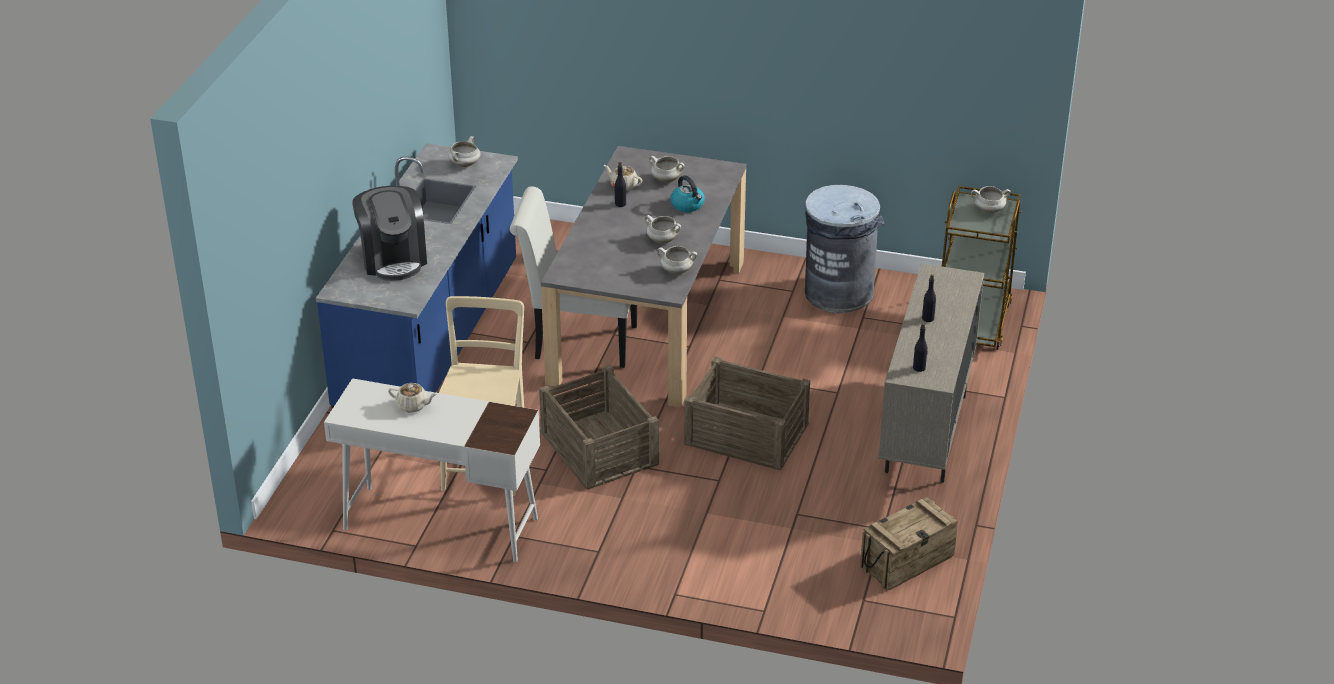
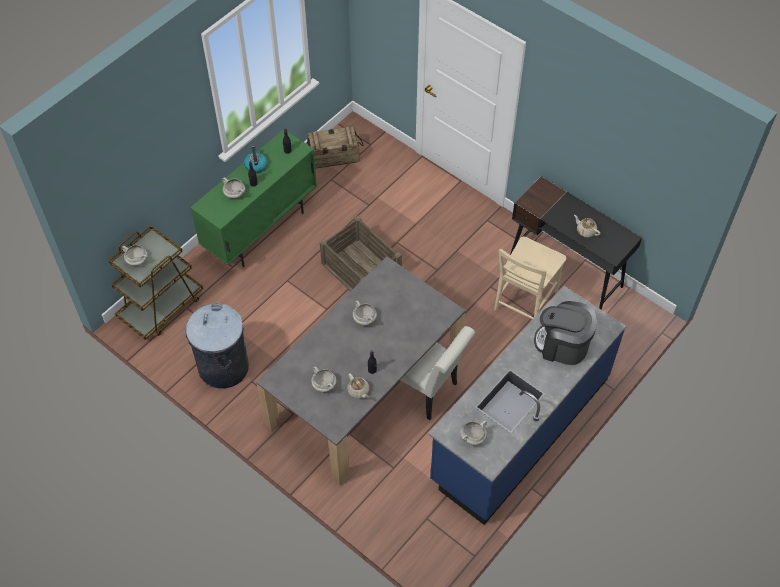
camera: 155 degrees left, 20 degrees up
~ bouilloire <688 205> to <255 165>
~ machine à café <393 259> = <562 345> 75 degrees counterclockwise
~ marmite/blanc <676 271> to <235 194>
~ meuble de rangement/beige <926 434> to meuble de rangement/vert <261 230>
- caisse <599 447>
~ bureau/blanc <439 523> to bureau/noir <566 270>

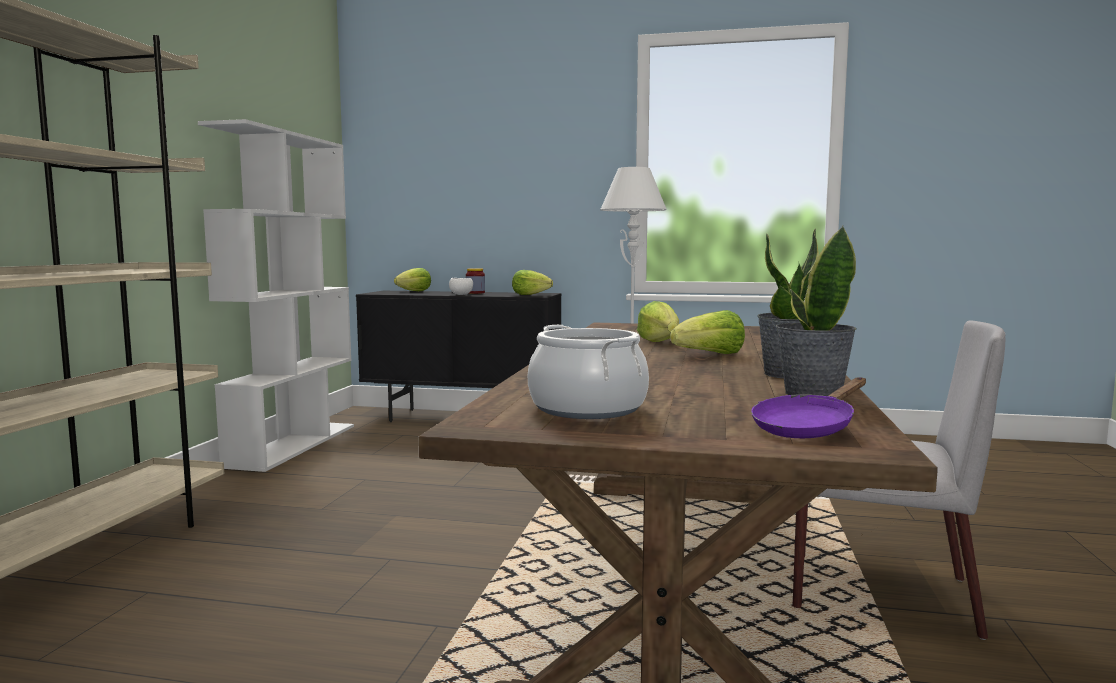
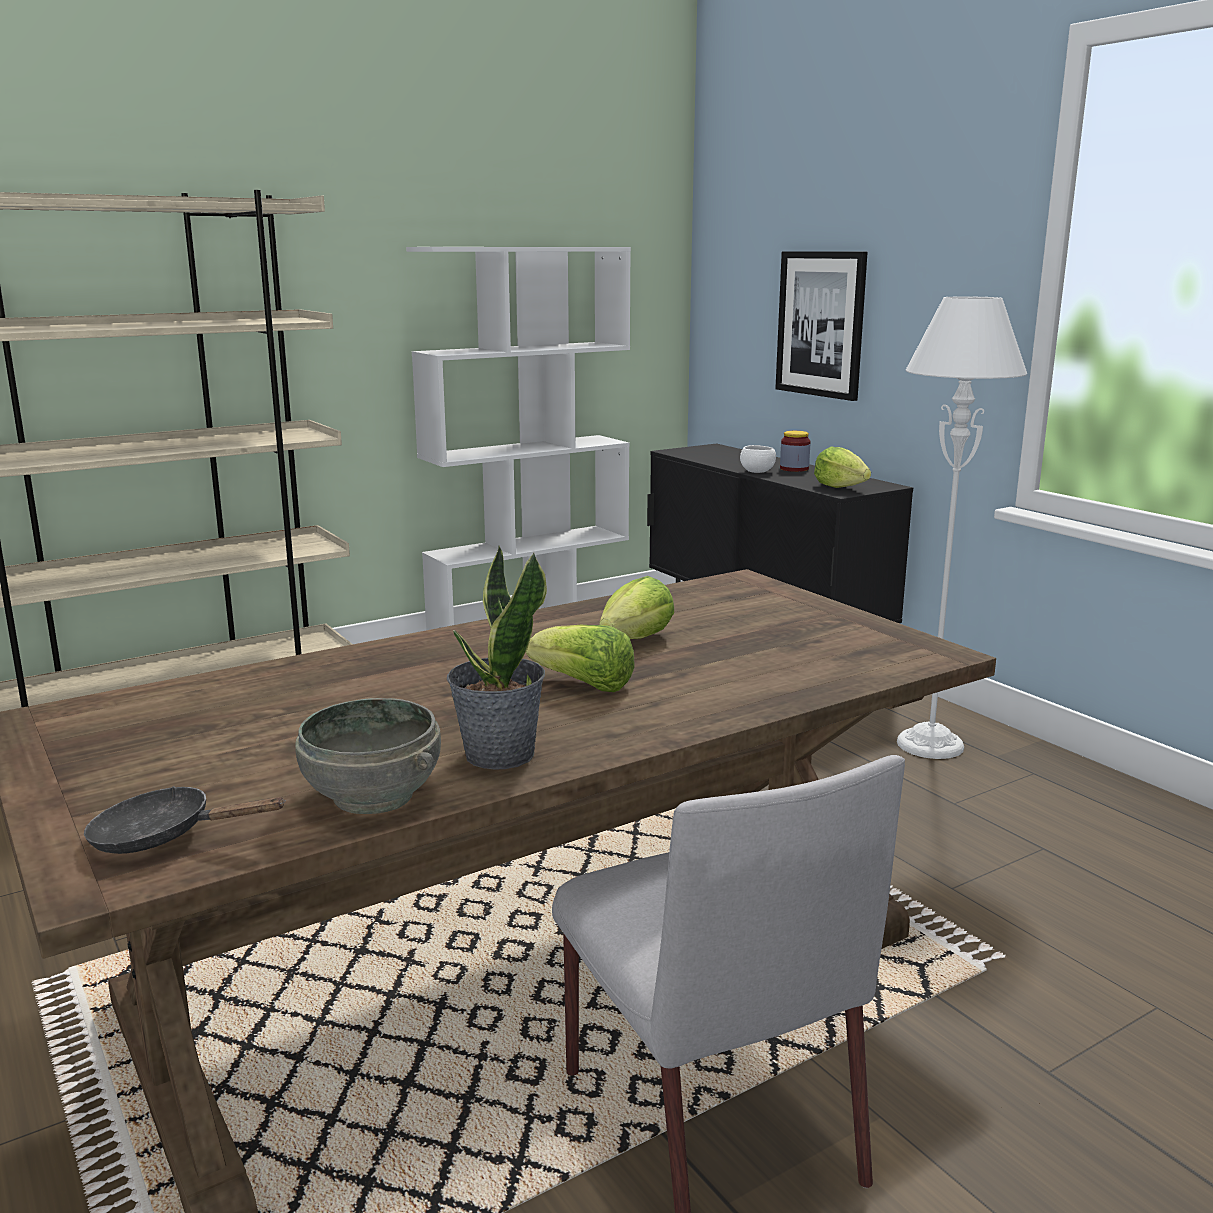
camera: 45 degrees right, 10 degrees up
~ plante en pot <811 394> to bol/gris <375 795>
- laitue <415 291>
- marmite <587 408>
~ poêle/violet <807 428> to poêle/noir <164 836>
+ tableau <821 324>

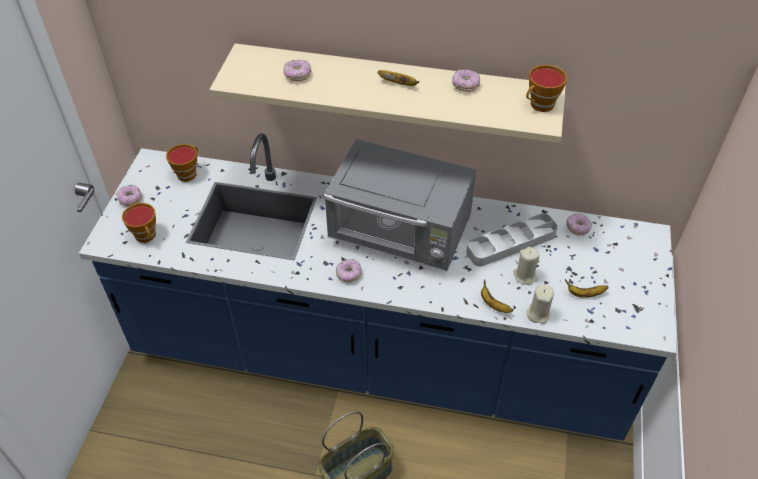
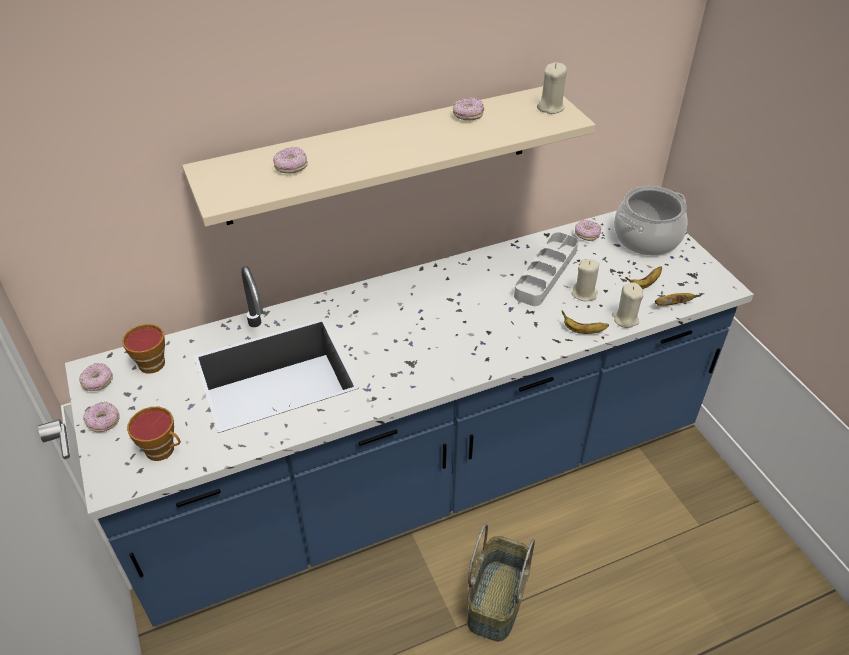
camera: 35 degrees left, 5 degrees down
~ tasse <540 105> to bougie/beige <550 107>
~ banane <399 84> to <673 304>
- micro-ondes/gris <401 235>
~ beignet <349 275> to <98 382>
+ marmite <646 238>

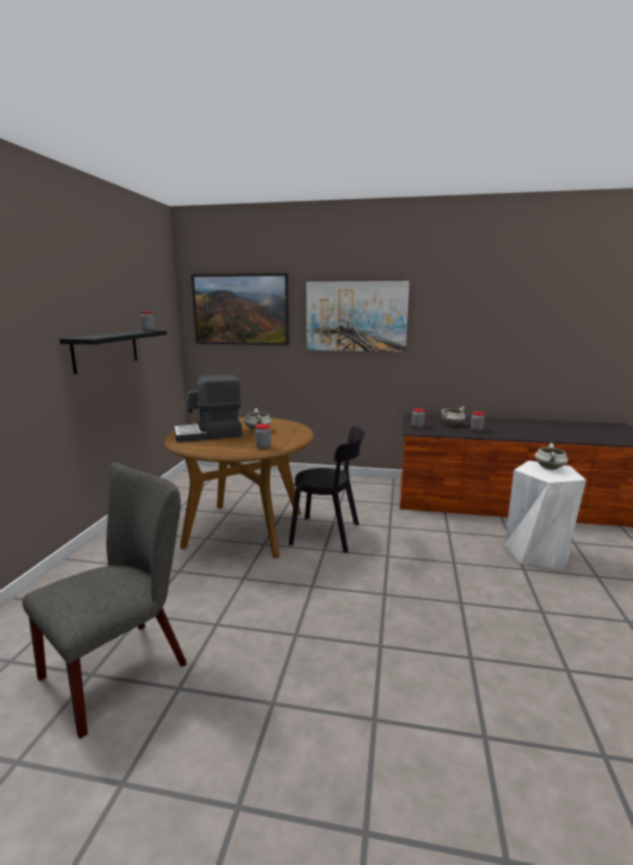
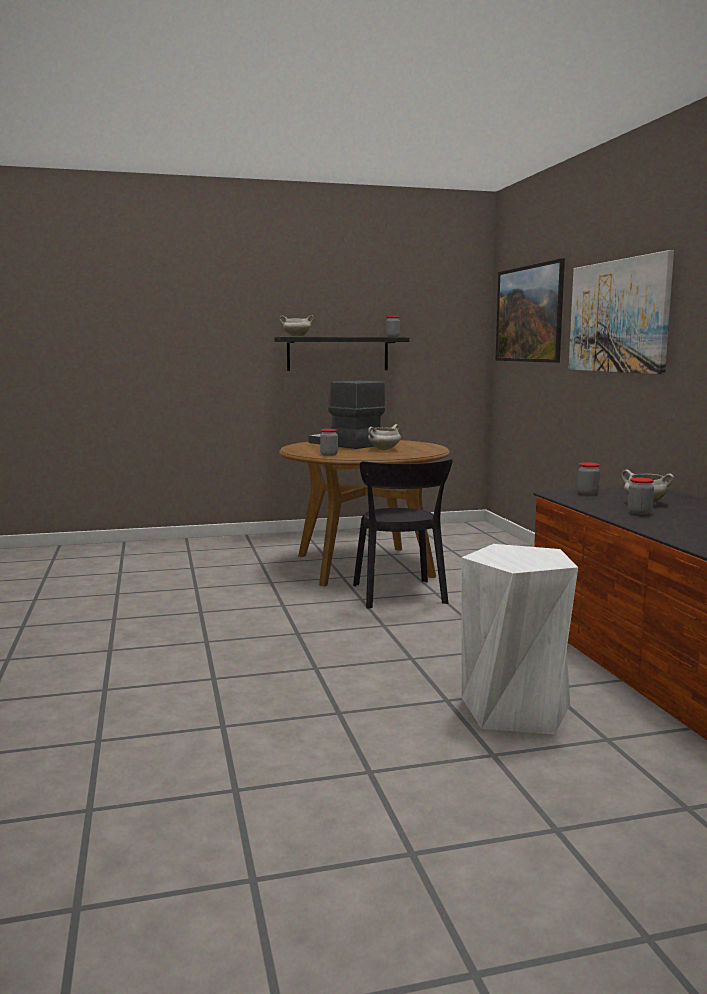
camera: 65 degrees right, 5 degrees down
~ marmite/blanc <550 468> to <296 336>
- chaise/gris <124 666>

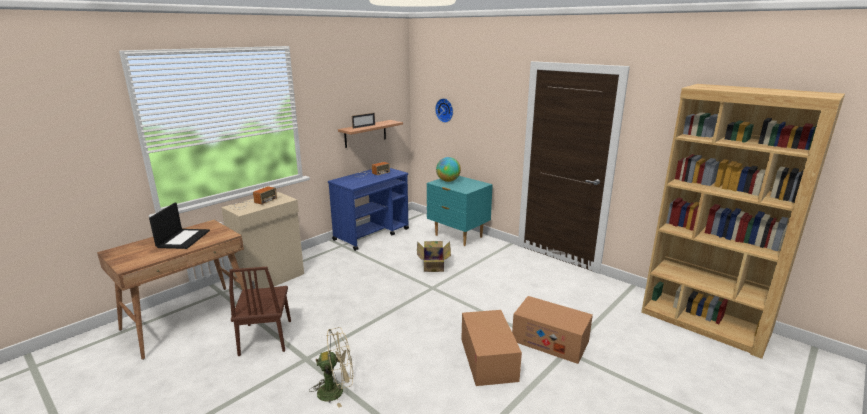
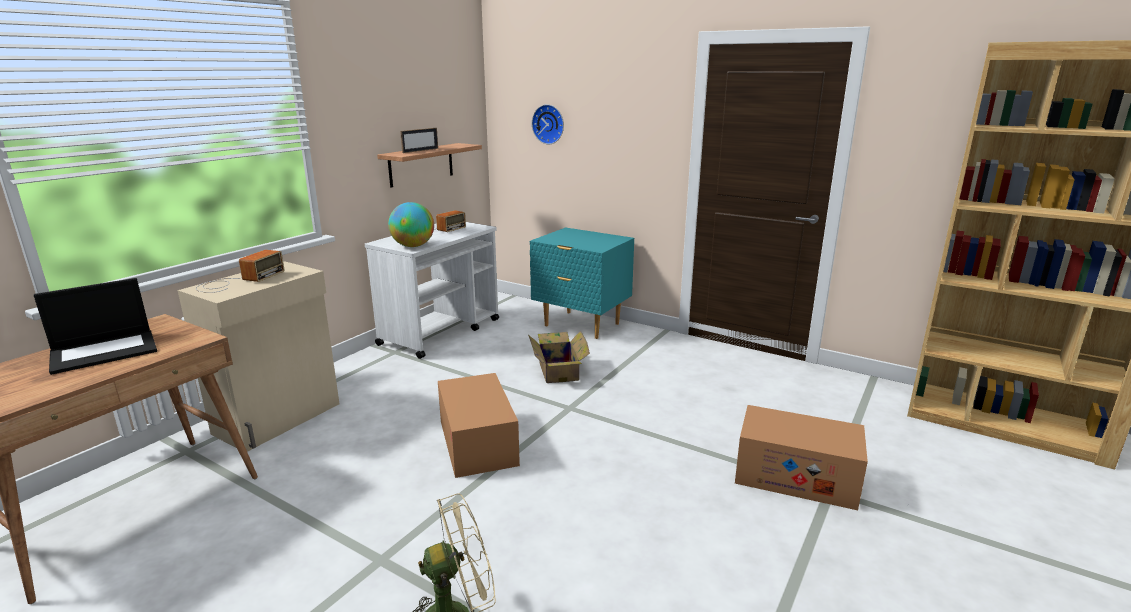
camera: 10 degrees left, 0 degrees up
~ globe <448 181> to <413 246>
~ chariot/bleu <372 234> to chariot/blanc <441 331>
~ ordinateur portable <183 238> = <105 351> 60 degrees clockwise
- chaise/marron <265 337>
~ carton <488 359> to <477 442>

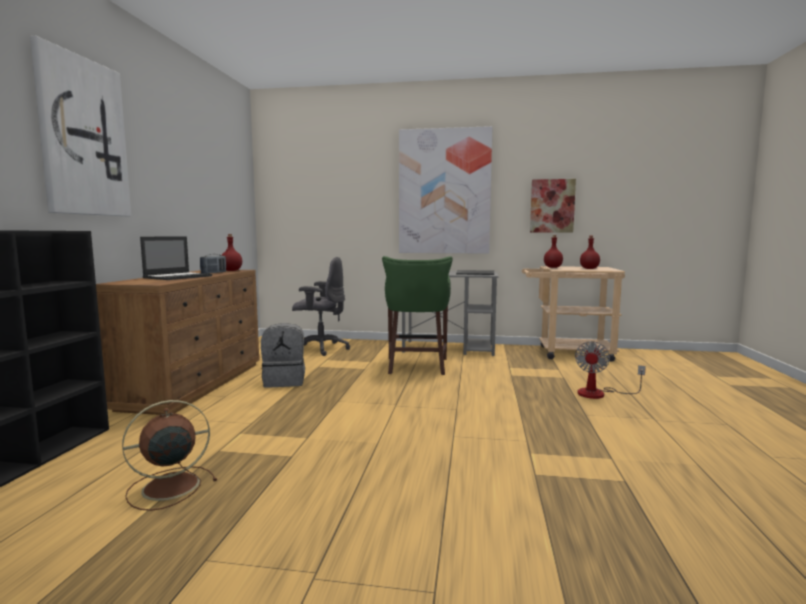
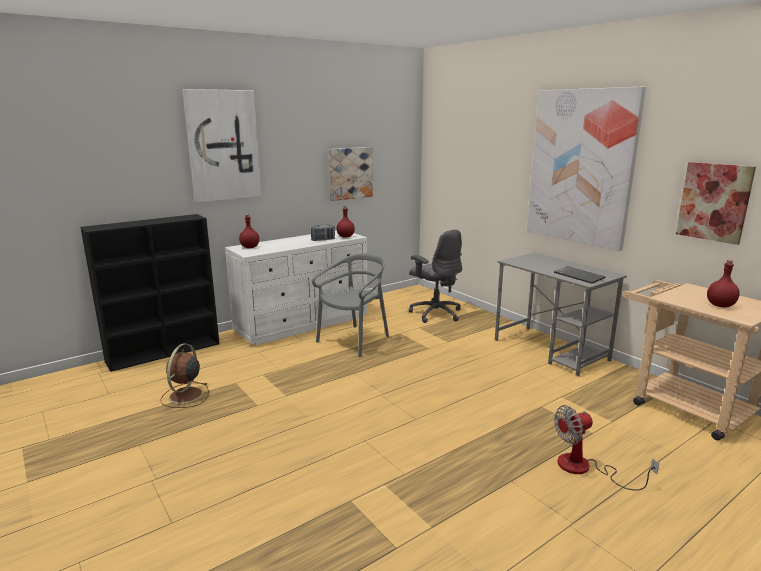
camera: 45 degrees right, 10 degrees up
~ bouteille/rouge <552 267> to <249 247>
- ordinateur portable <178 277>
- tabouret/vert <416 366>
~ commode/marron <195 384> to commode/blanc <303 323>
~ sac à dos/gris <285 381> to chaise/gris <354 340>
~ ventilateur/marron <168 487> = <185 396> 90 degrees counterclockwise
+ tableau <350 173>

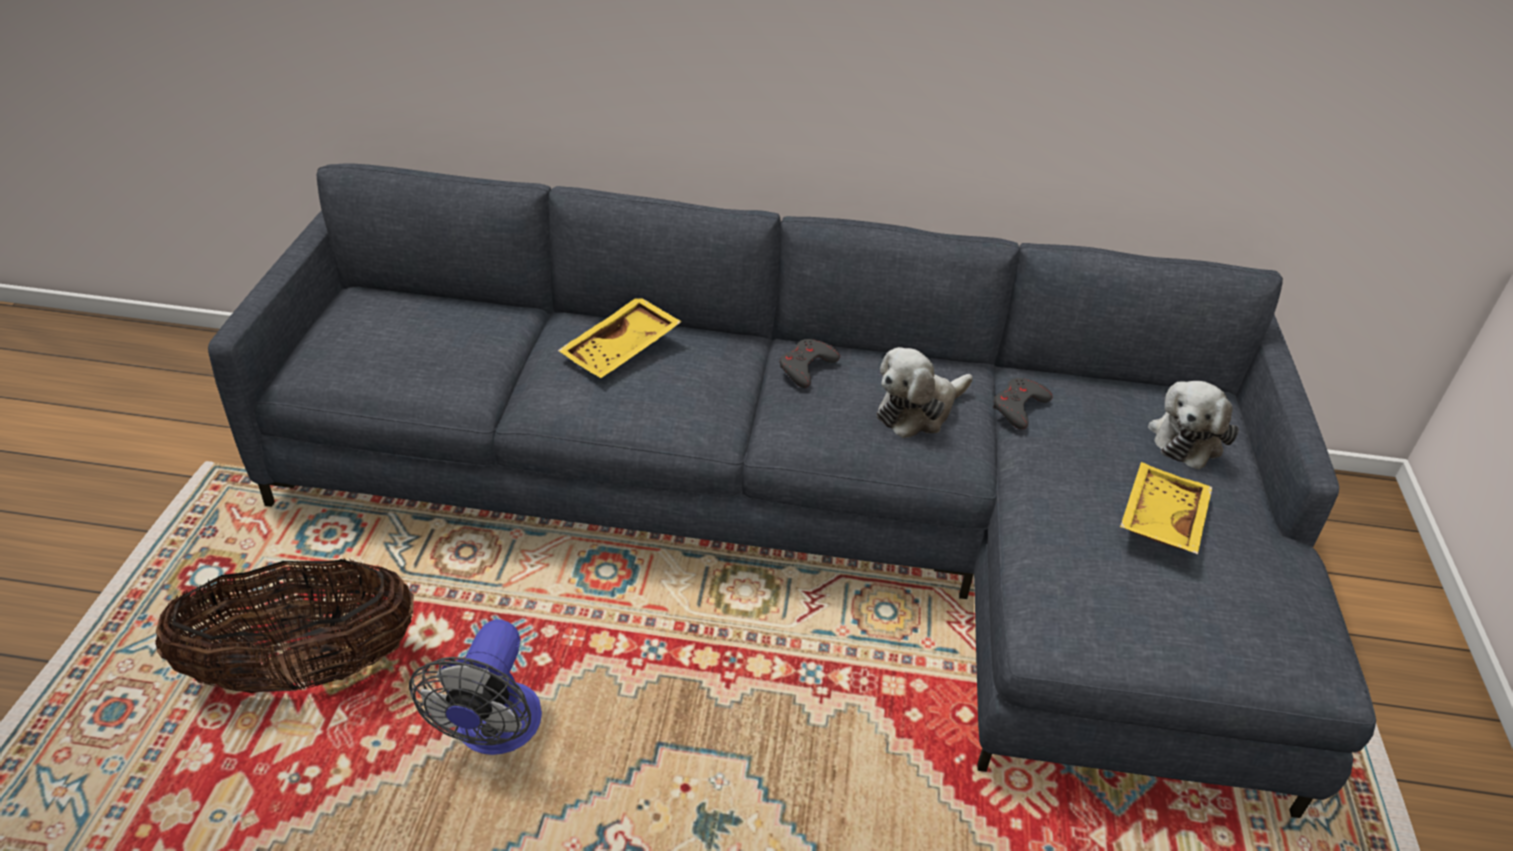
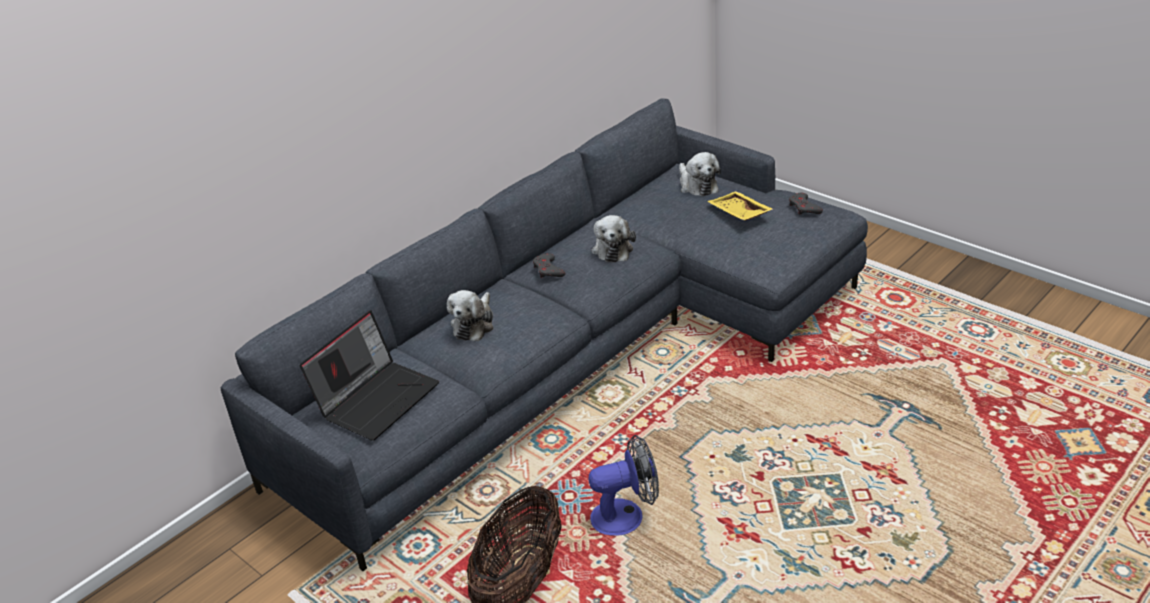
camera: 50 degrees left, 5 degrees down
~ plateau/jaune <622 350> to peluche <474 324>
~ manette/gris <1019 407> to <804 208>
~ ventilateur <493 733> = <626 515> 60 degrees counterclockwise
+ ordinateur portable <377 398>

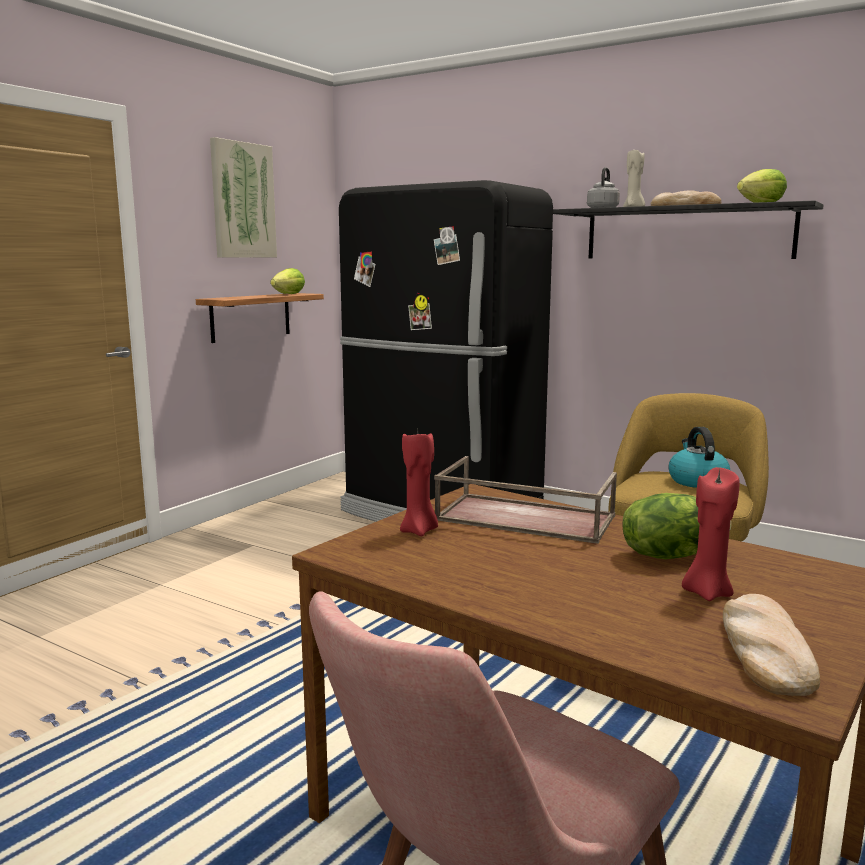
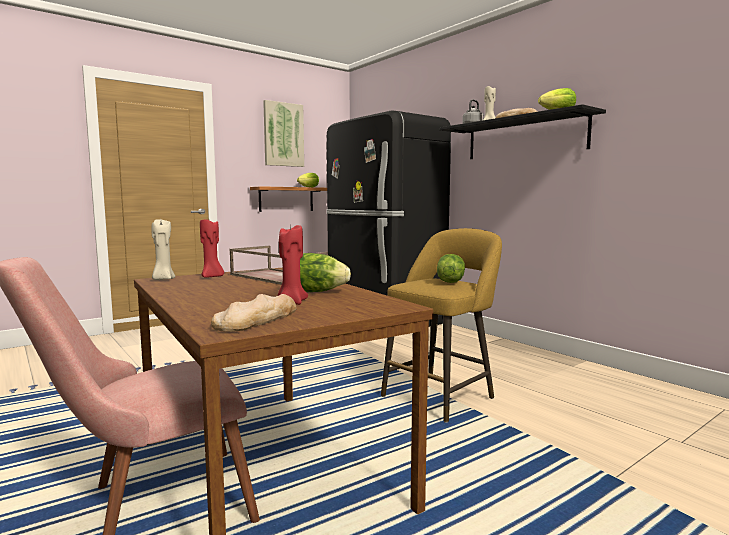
camera: 20 degrees right, 5 degrees down
~ bouilloire <696 481> to laitue <450 282>
+ bougie/beige <163 279>

